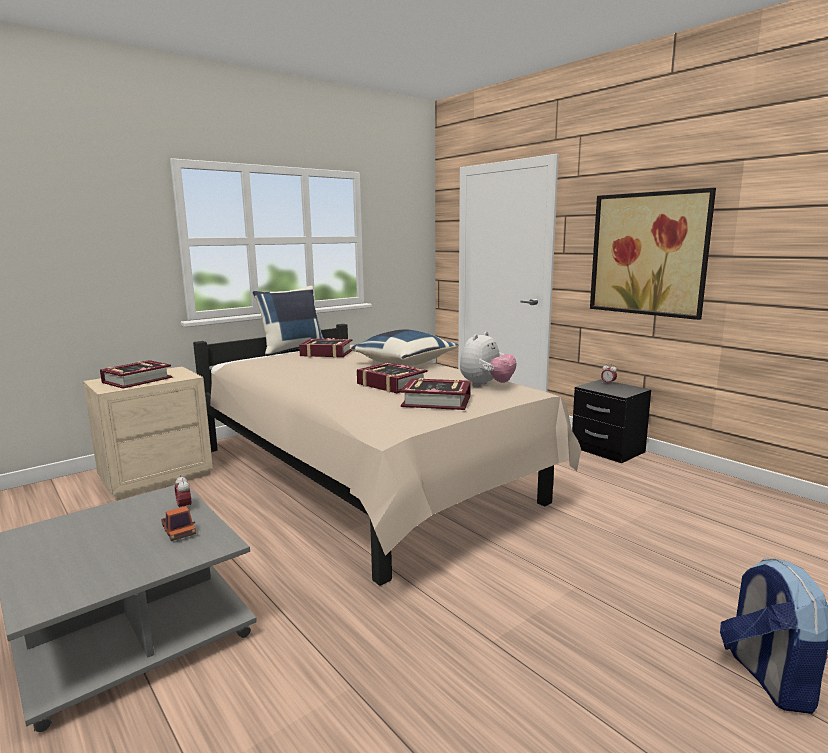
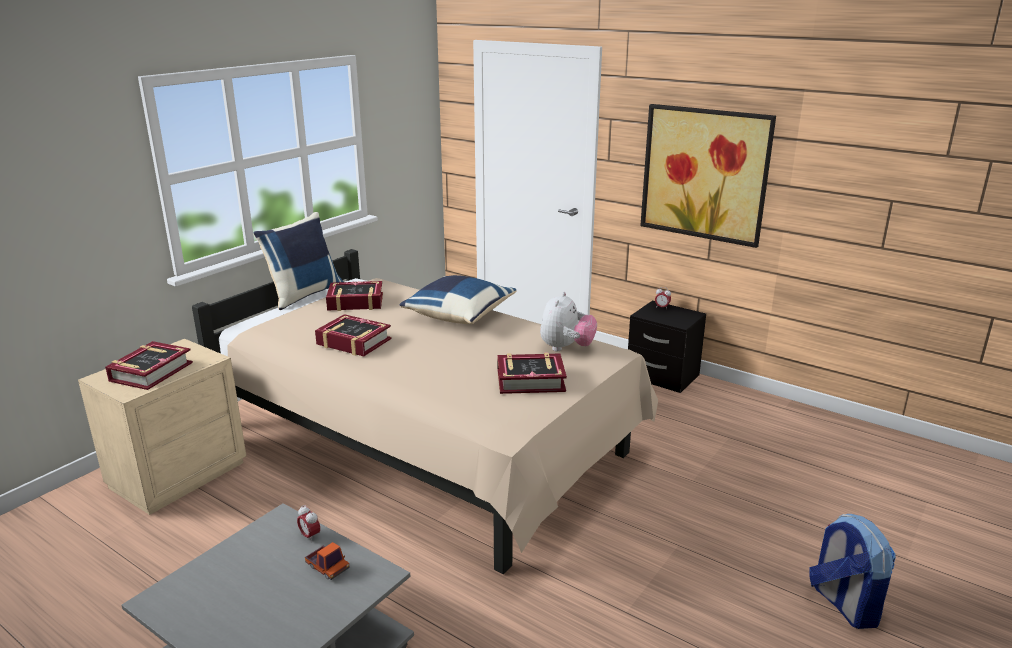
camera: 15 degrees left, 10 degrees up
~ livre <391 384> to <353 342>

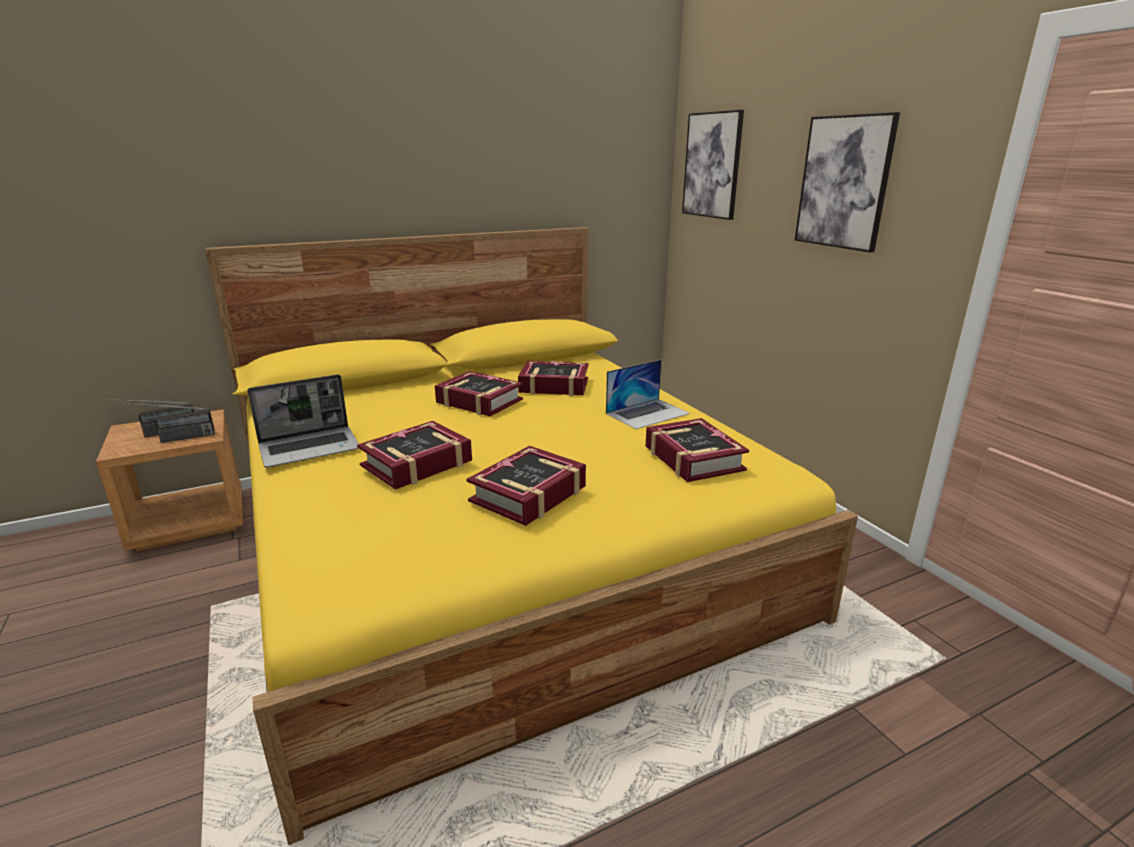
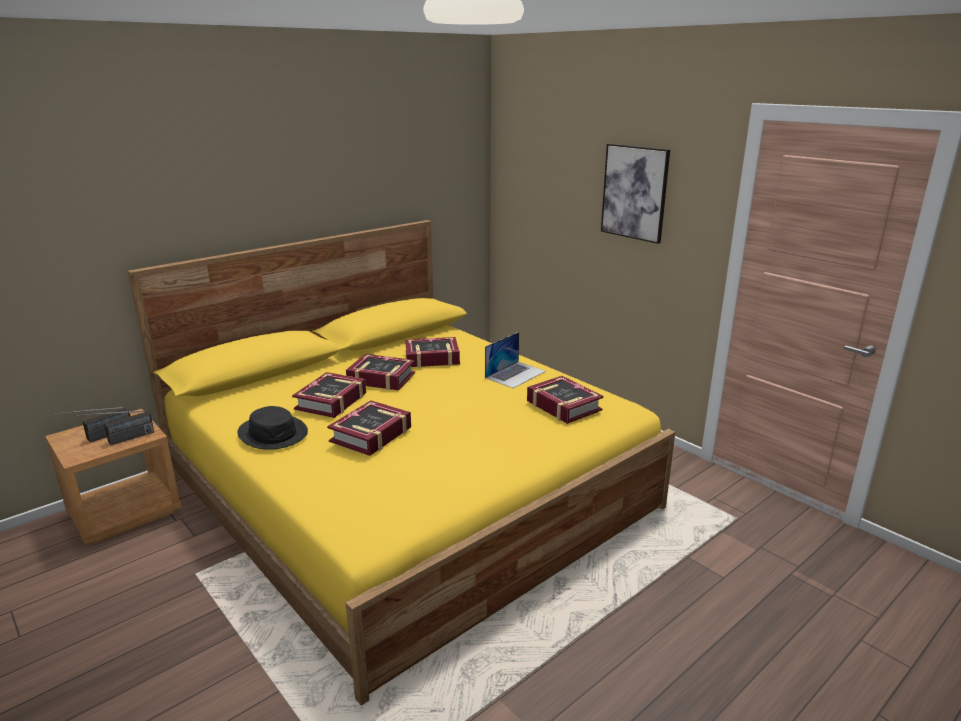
camera: 15 degrees left, 0 degrees up
- tableau <712 165>
~ ordinateur portable <311 448> to chapeau/noir <273 433>
~ livre <529 494> to <331 401>

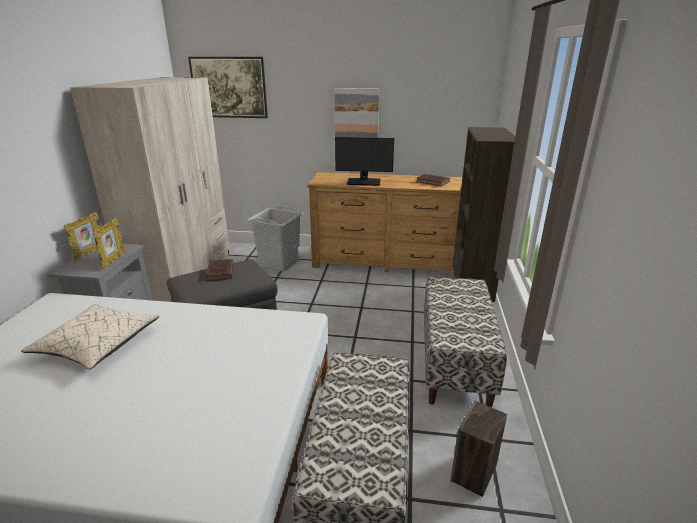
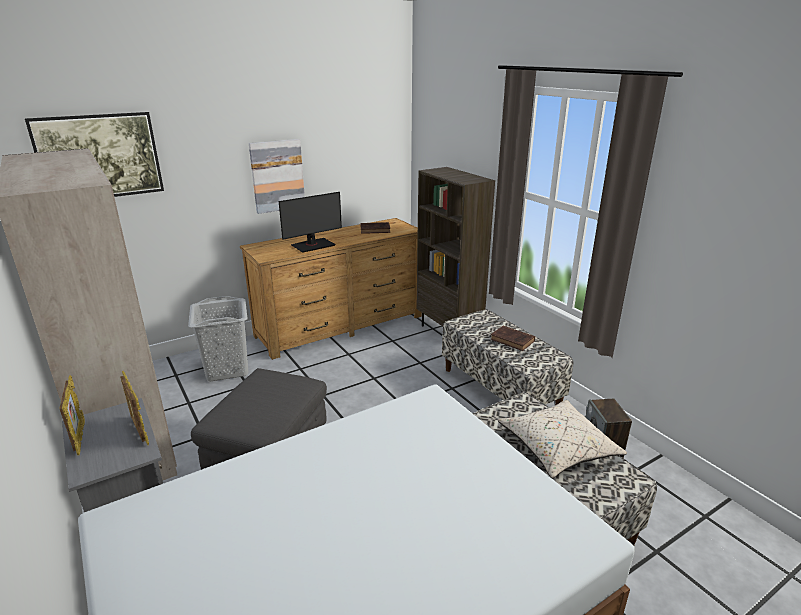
camera: 40 degrees left, 0 degrees up
~ livre/marron <220 272> to <513 340>
~ coussin/beige <97 345> to <557 448>

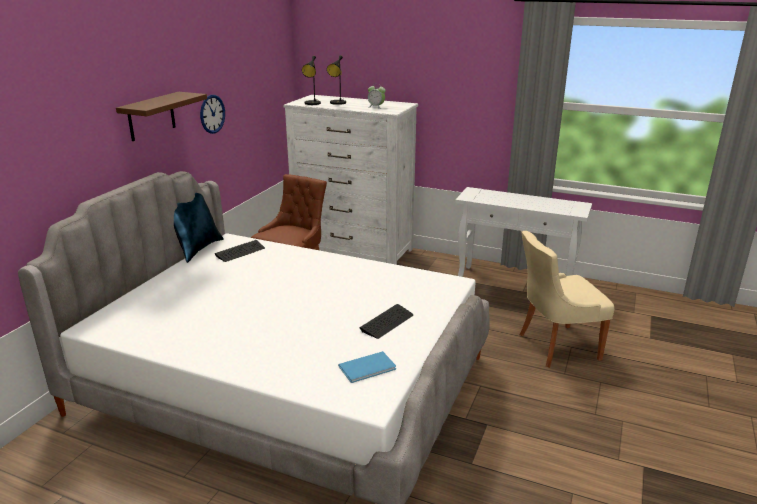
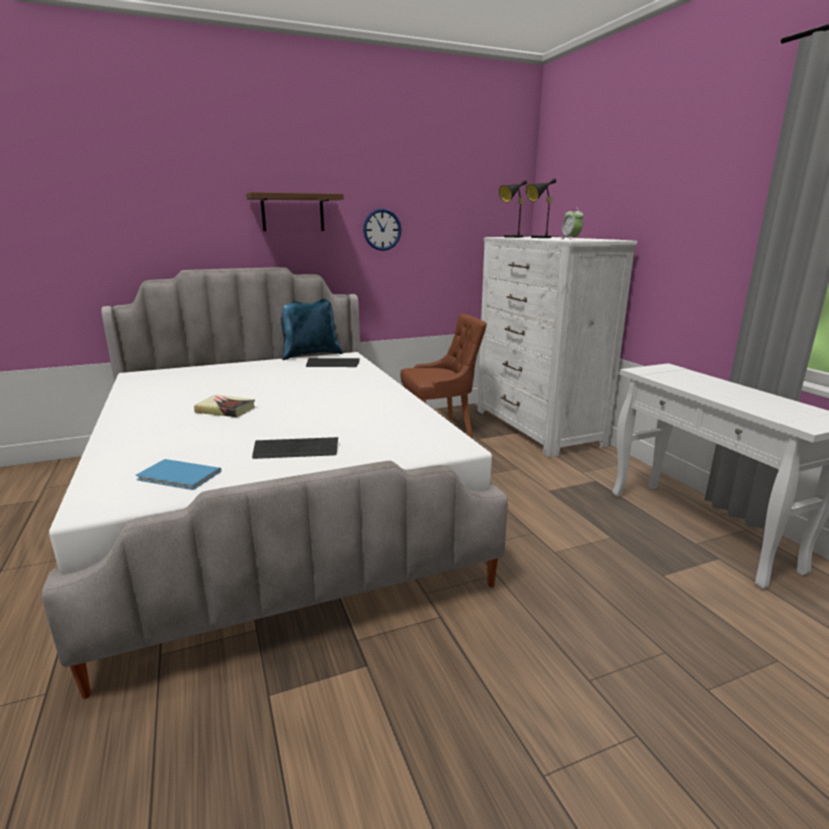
camera: 45 degrees right, 5 degrees down
- chaise/beige <555 346>
+ livre <225 410>

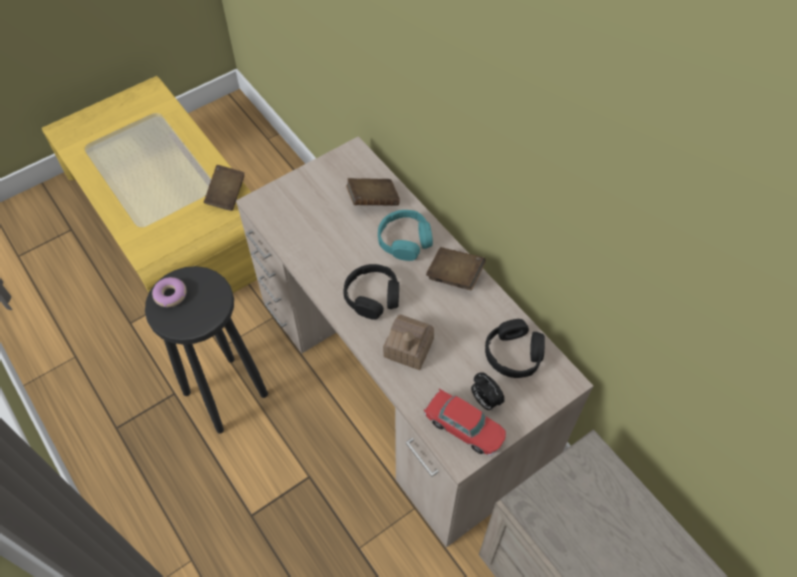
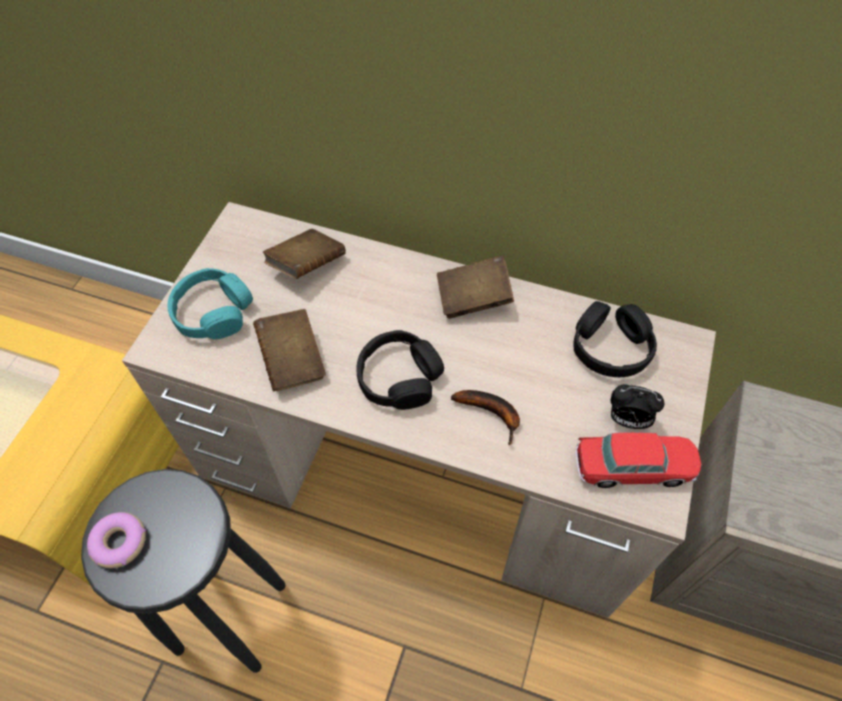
camera: 35 degrees left, 0 degrees up
~ livre/marron <226 195> to <292 360>
~ casque audio/turquoise <405 240> to <213 312>
~ maison miniature <408 348> to banane <492 413>

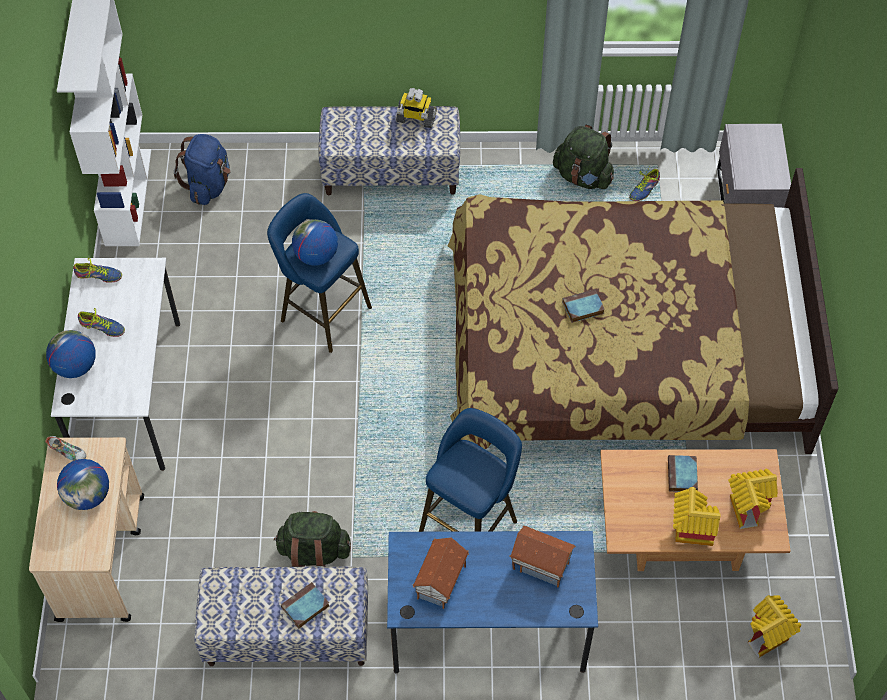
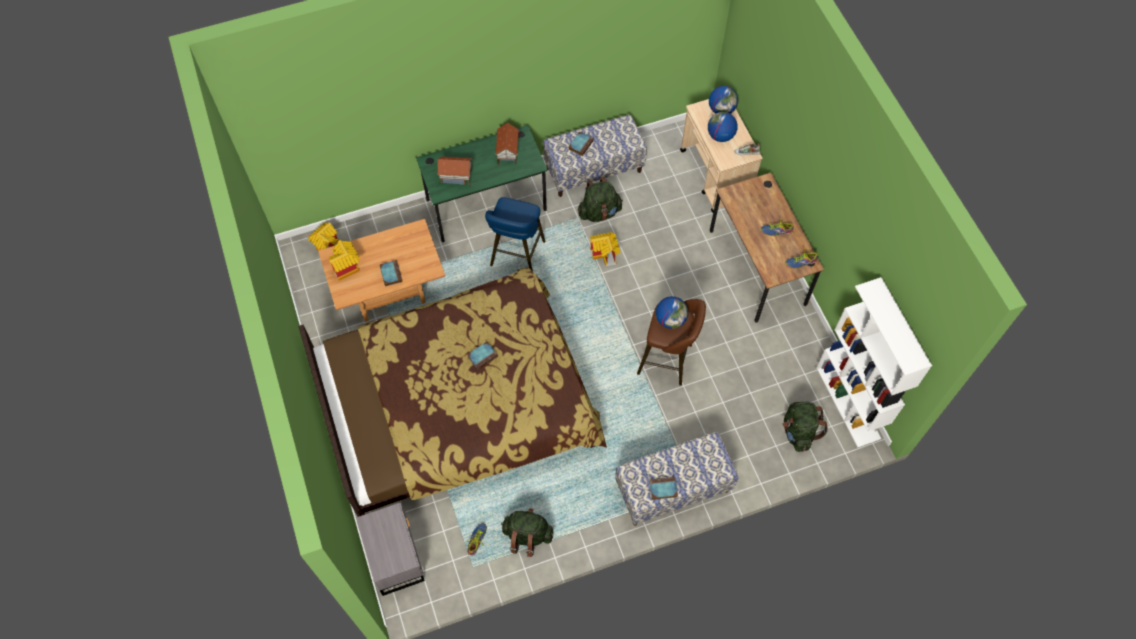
camera: 160 degrees right, 5 degrees up
~ robot jouet <416 118> to livre <662 489>
~ sac à dos/bleu <208 185> to sac à dos/vert <798 432>
~ tabouret/bleu <321 311> to tabouret/marron <668 360>
~ bureau/blanc <130 394> to bureau/marron <757 267>
~ globe <75 366> to <721 110>
~ maison miniature <689 529> to <605 255>
~ bureau/bleu <488 628> to bureau/vert <486 204>

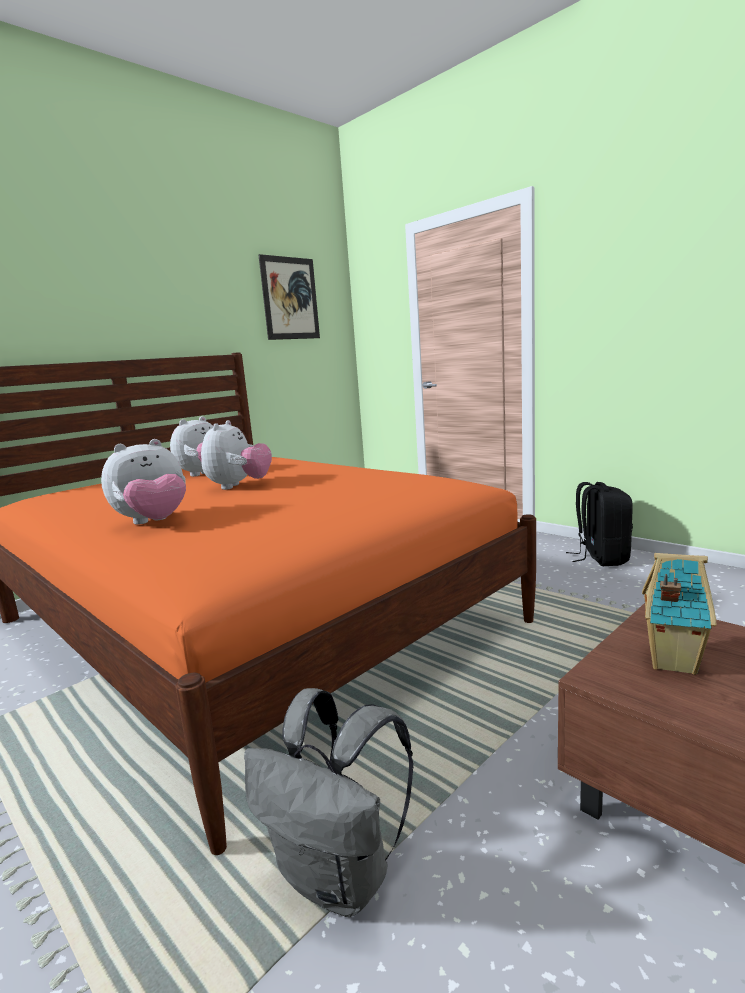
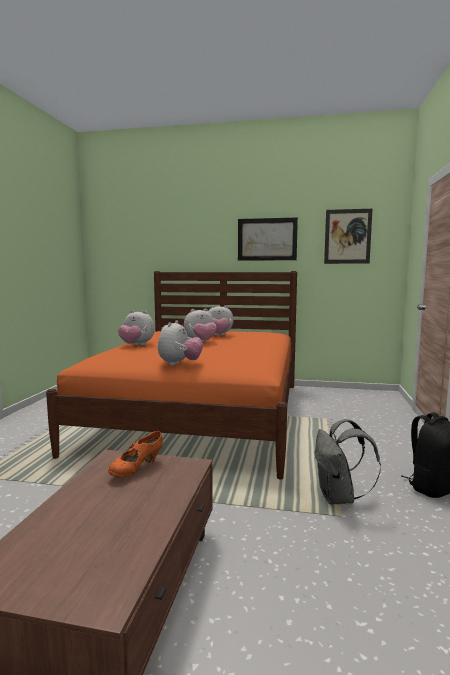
camera: 55 degrees right, 5 degrees down
~ maison miniature <671 661> to chaussure/orange <136 469>
~ sac à dos/gris <340 877> to <339 498>
+ tableau <267 239>
+ peluche <179 364>

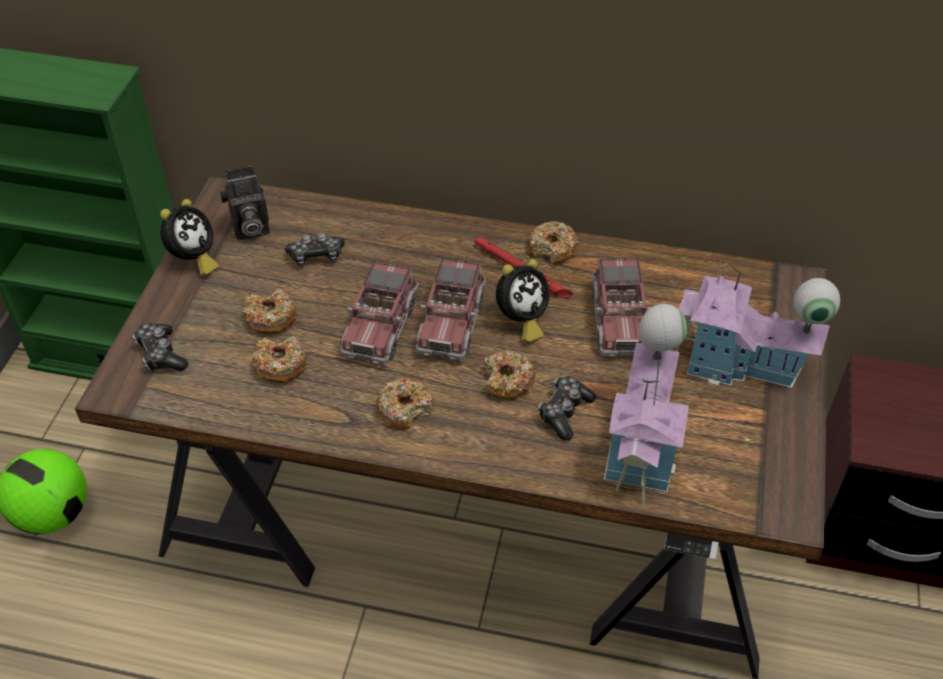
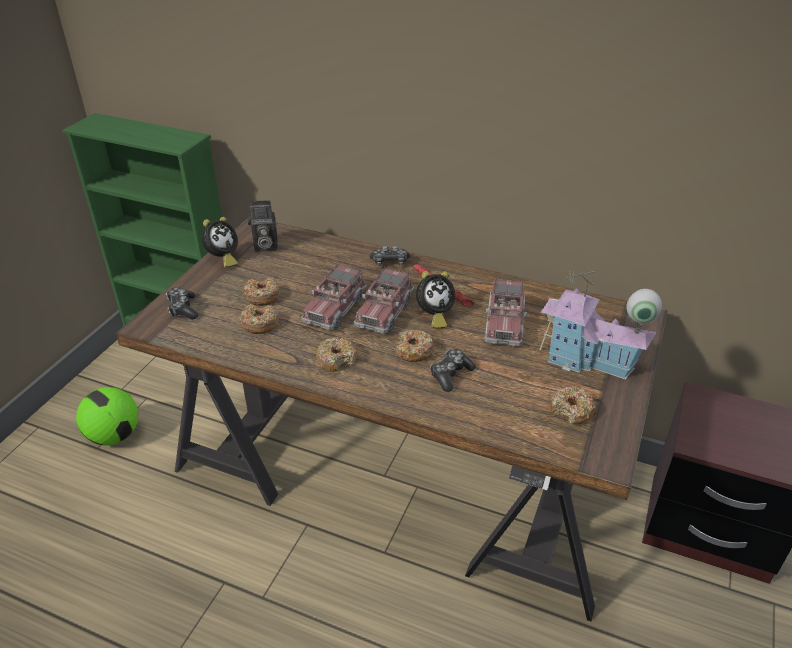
camera: 10 degrees right, 10 degrees down
~ beignet <553 249> to <571 410>
~ manette <316 256> to <389 262>
- maison miniature <643 445>

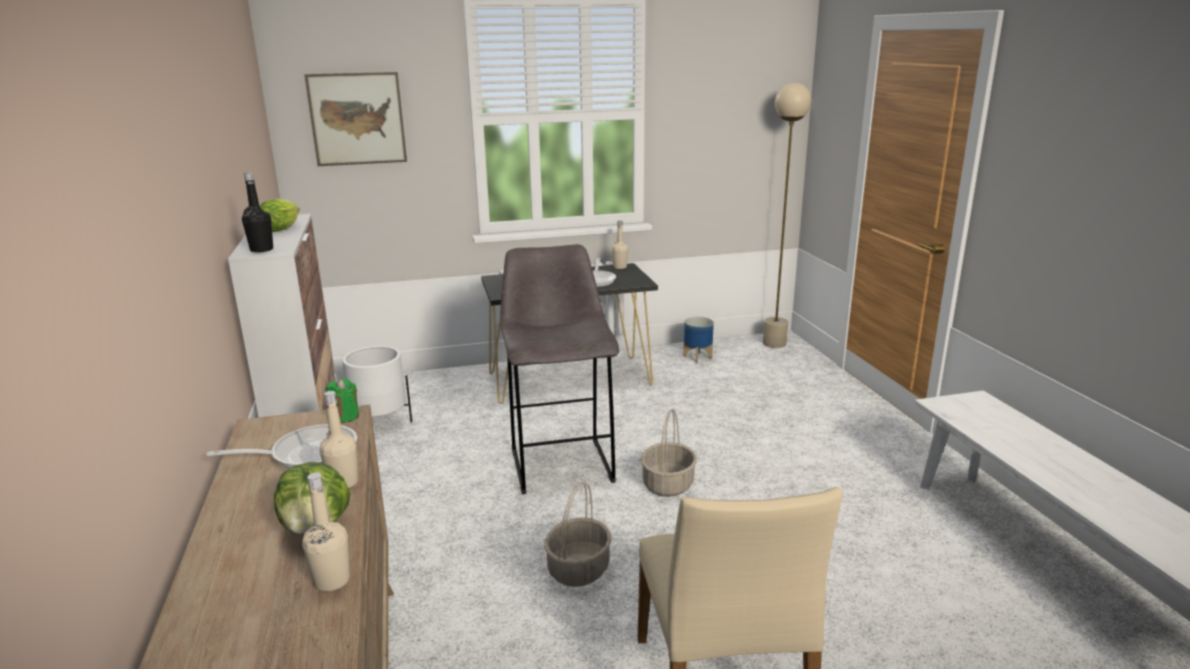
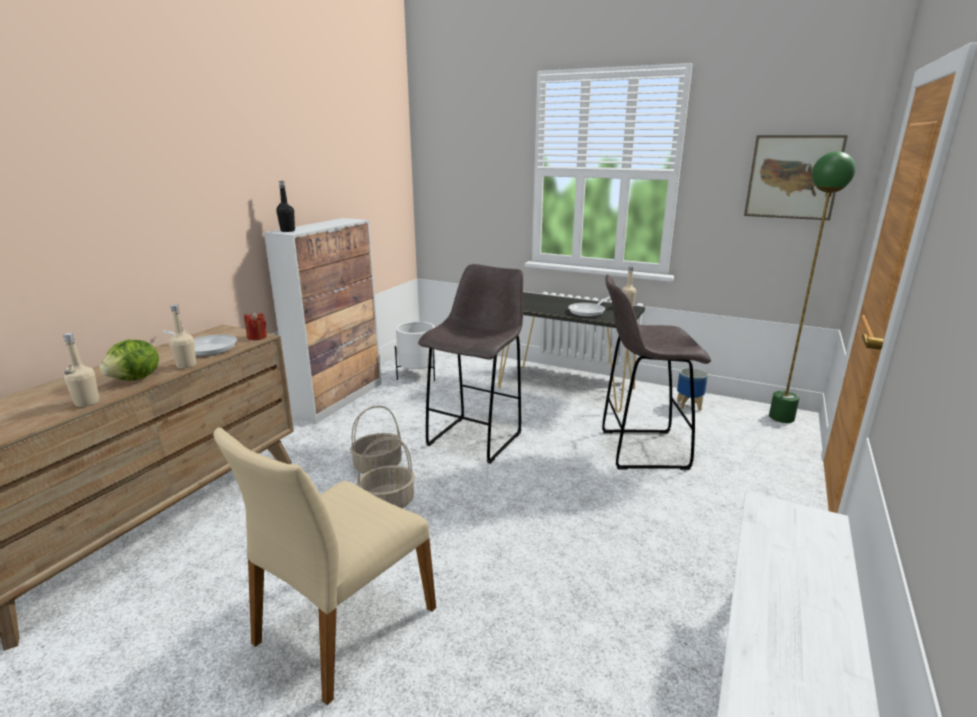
camera: 40 degrees right, 0 degrees up
~ tableau <357 119> to <793 177>
~ lampadaire/beige <774 343> to lampadaire/vert <781 417>
- laitue <282 229>
~ bougie/vert <344 417> to bougie/rouge <257 337>
~ panier <668 485> to <377 466>
+ tabouret/gris <640 449>

